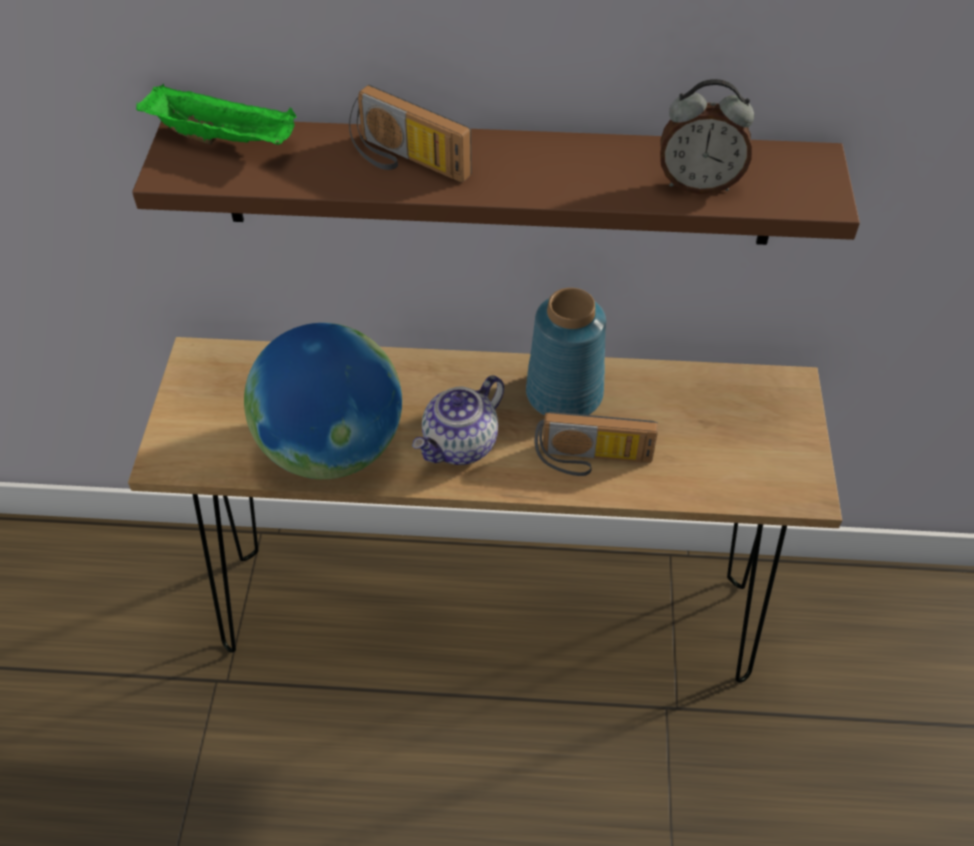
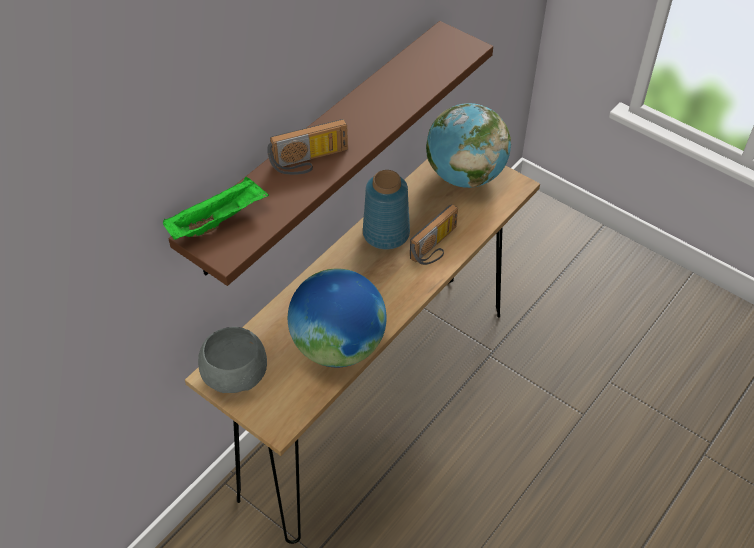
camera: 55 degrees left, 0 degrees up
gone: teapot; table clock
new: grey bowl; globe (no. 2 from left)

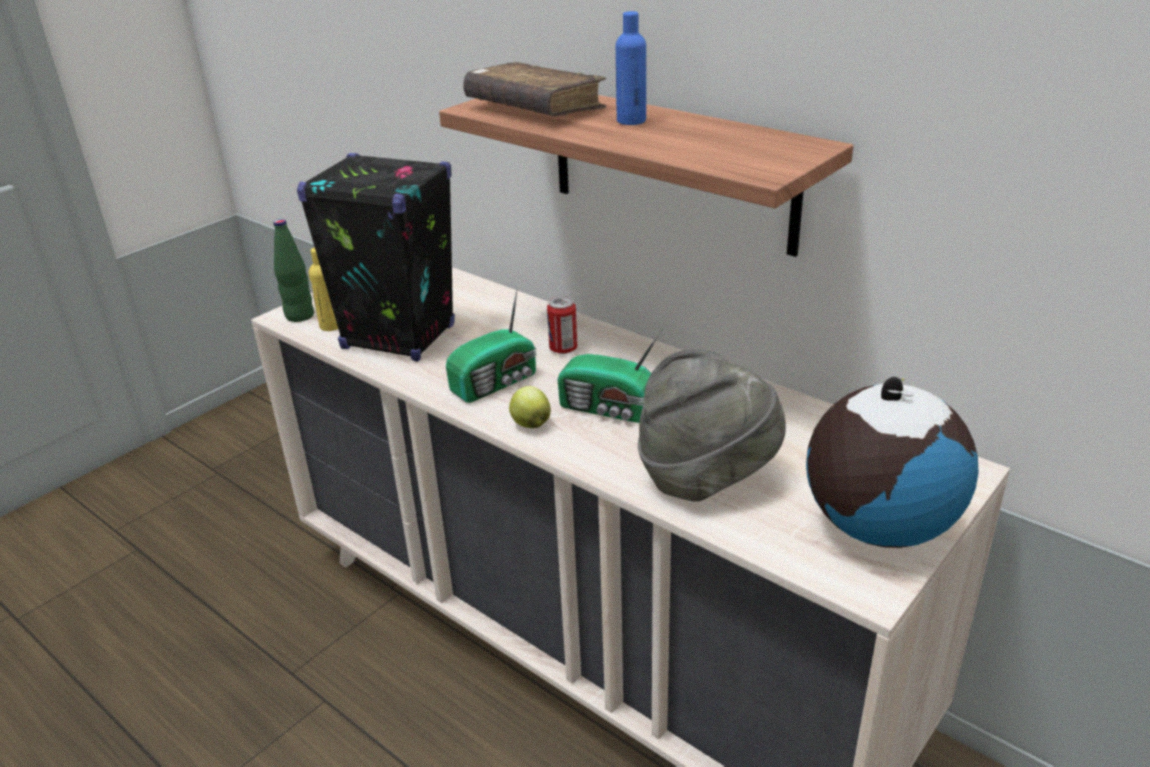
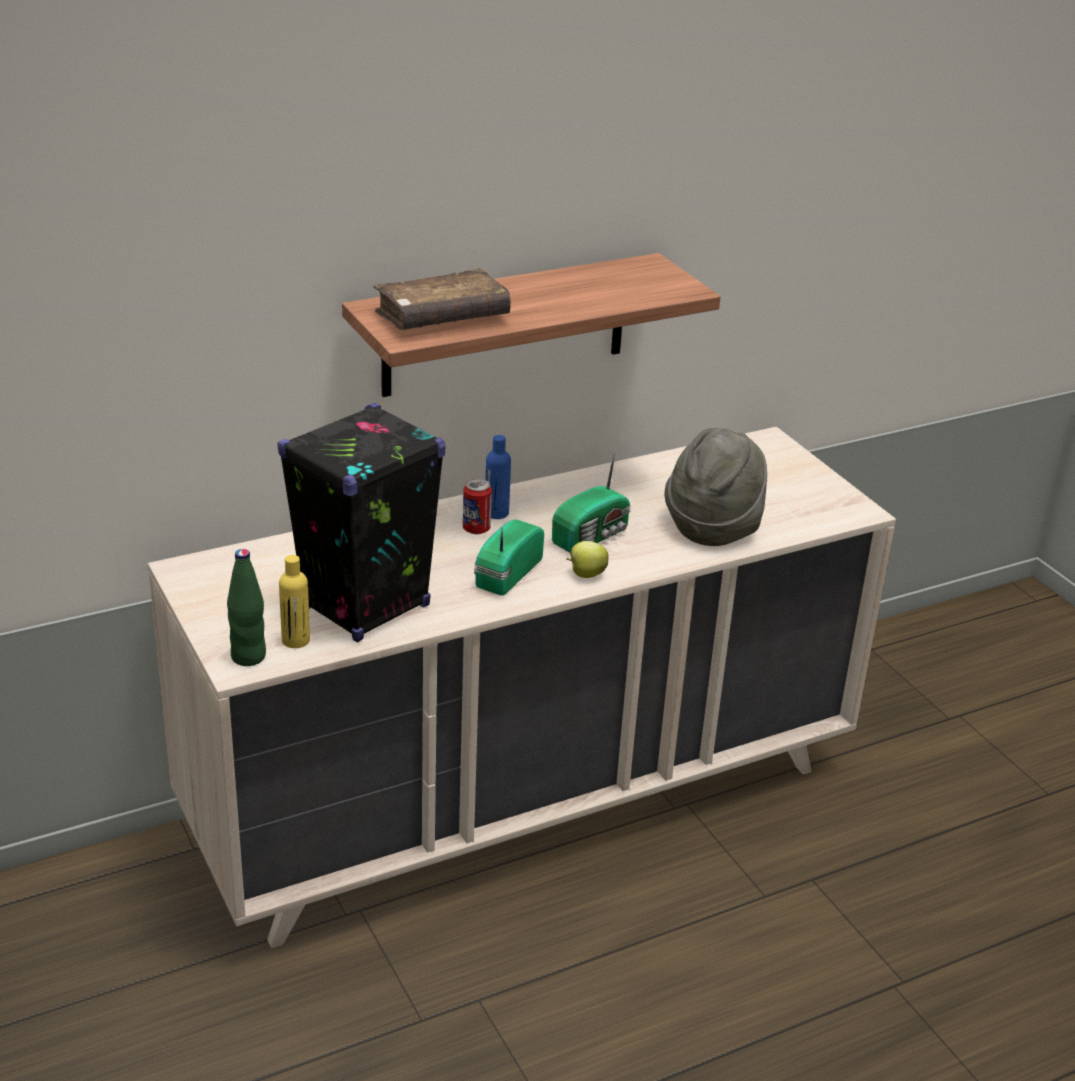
camera: 70 degrees left, 0 degrees up
gone: globe
shifted: blue drink bottle
rotated: radio (no. 1 from left) 135 degrees counterclockwise

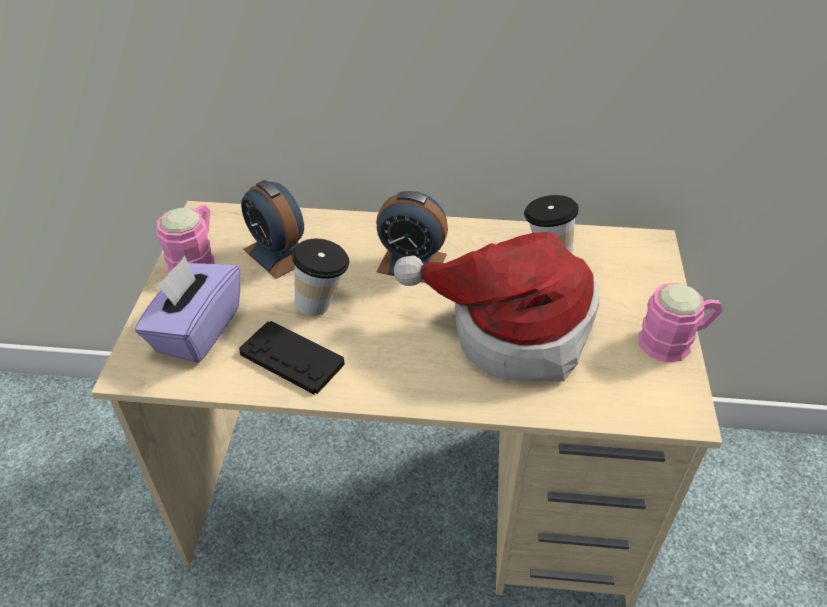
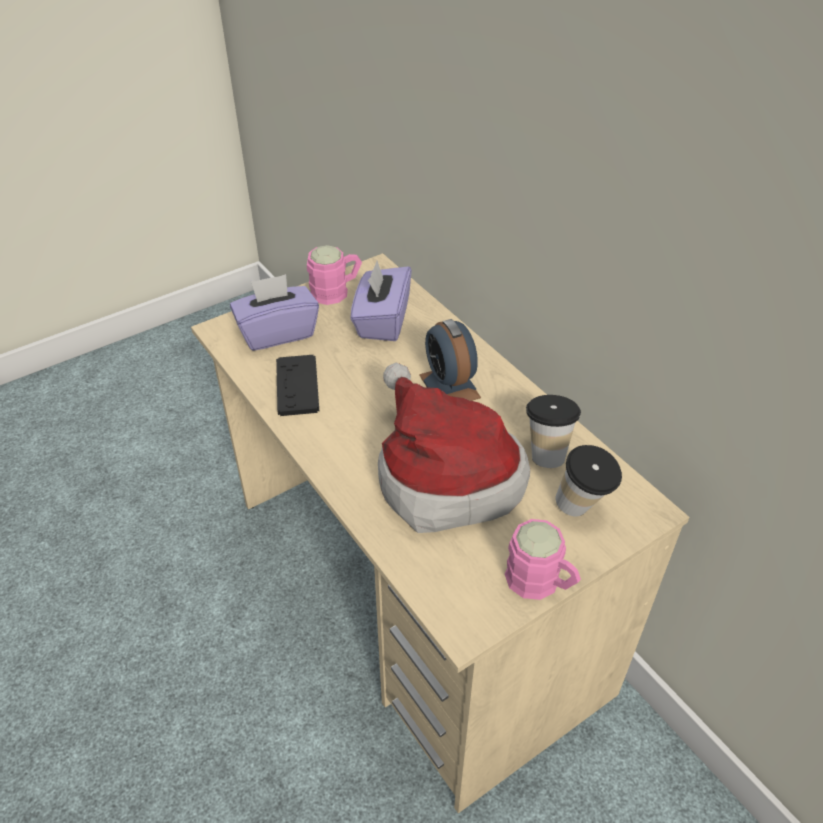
camera: 50 degrees right, 0 degrees up
shifted: drinking cup (no. 1 from left in the first image) to drinking cup (no. 2 from left)
swapped: table clock (no. 1 from left) to purple tissue holder (no. 2 from left)

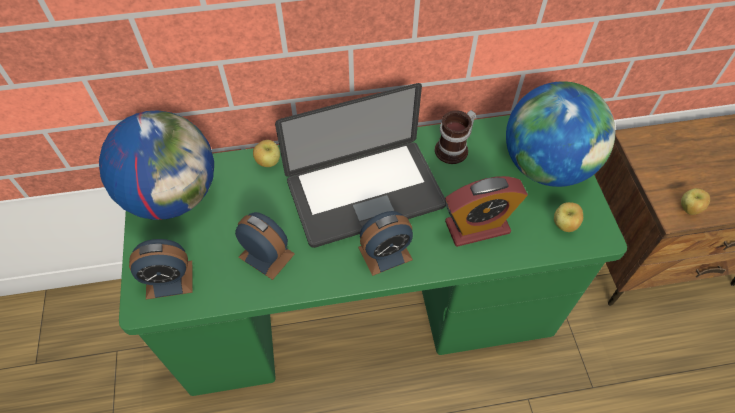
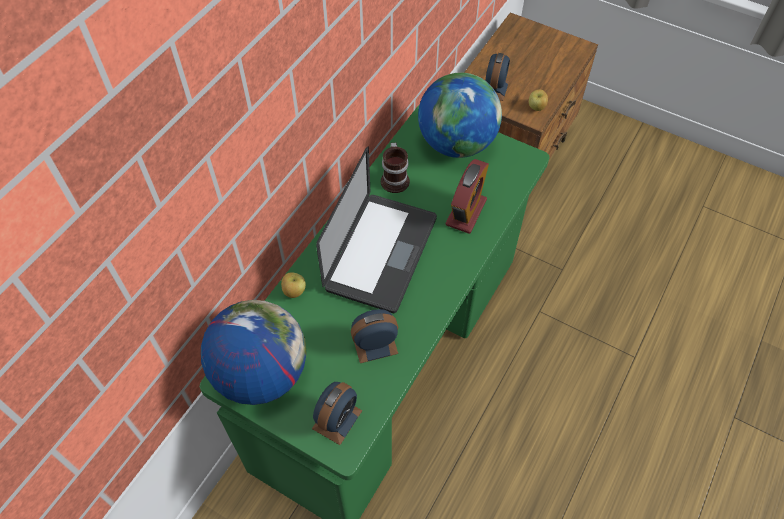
camera: 50 degrees left, 0 degrees up
gone: apple (no. 2 from left)
shifted: table clock (no. 3 from left in the first image) to table clock (no. 4 from left)

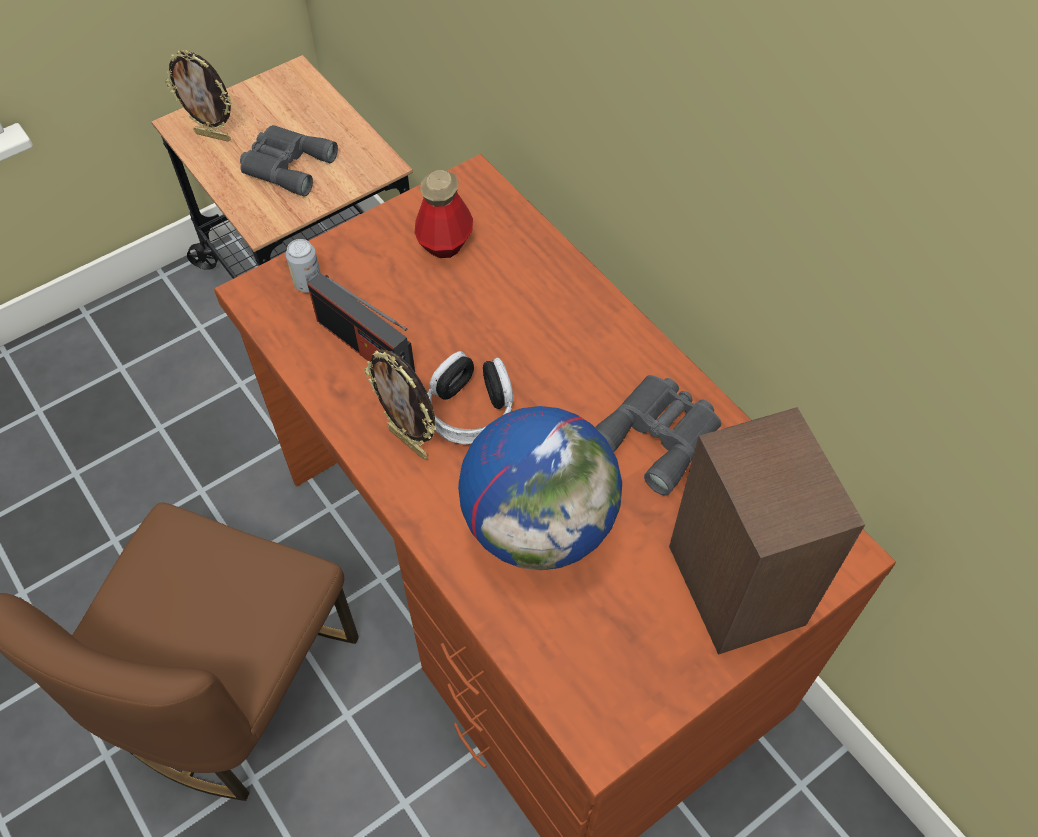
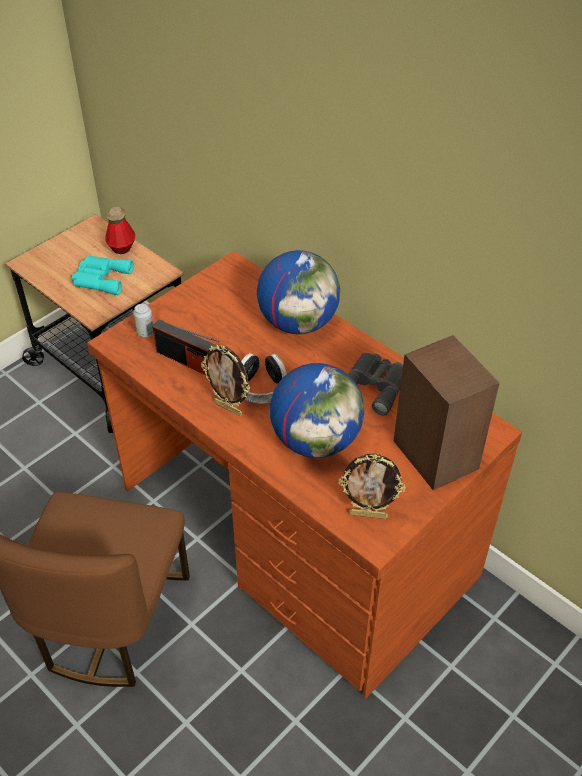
camera: 10 degrees left, 10 degrees down
new: globe (no. 1 from left)
shifted: drink bottle; picture frame (no. 1 from left in the first image) to picture frame (no. 2 from left)
repainted: grey binoculars (no. 1 from left) to turquoise binoculars

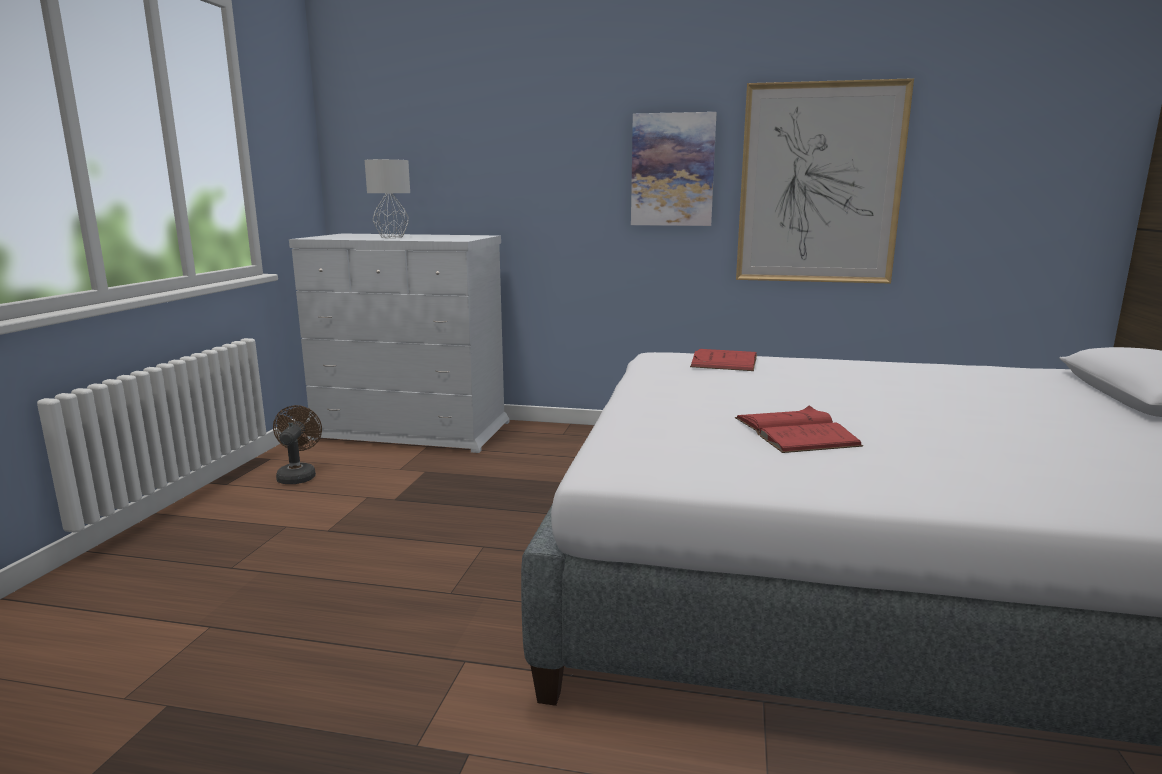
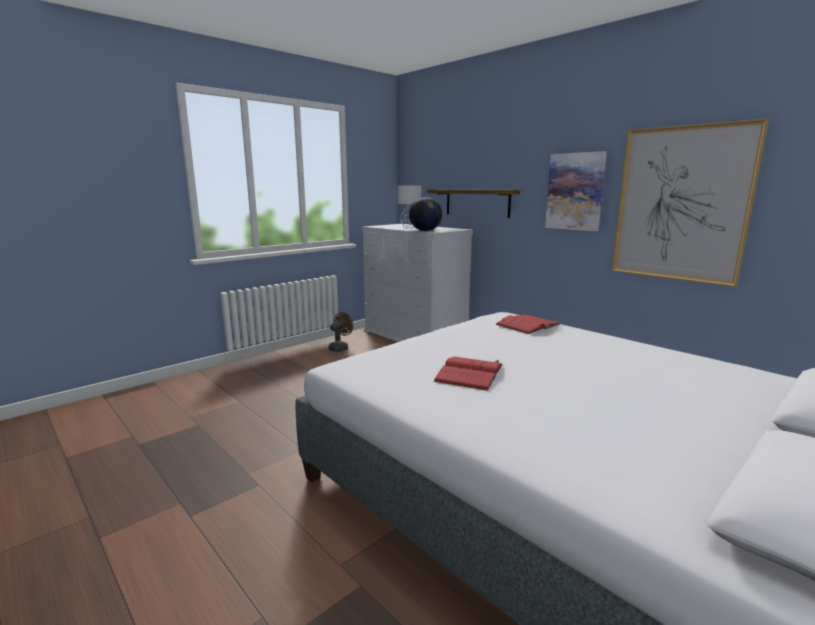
camera: 35 degrees right, 0 degrees up
new: globe; bracket shelf

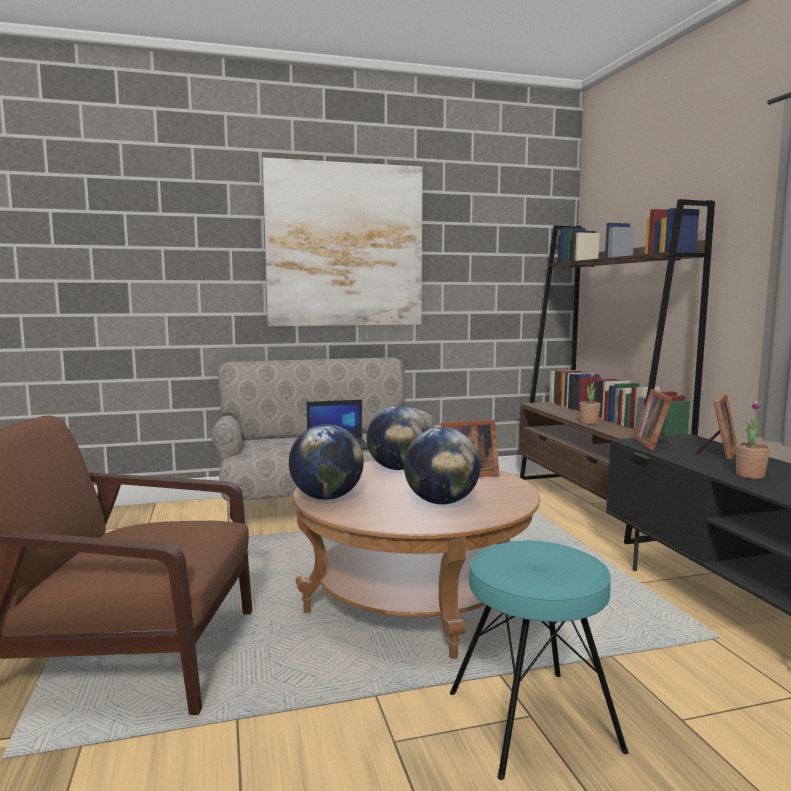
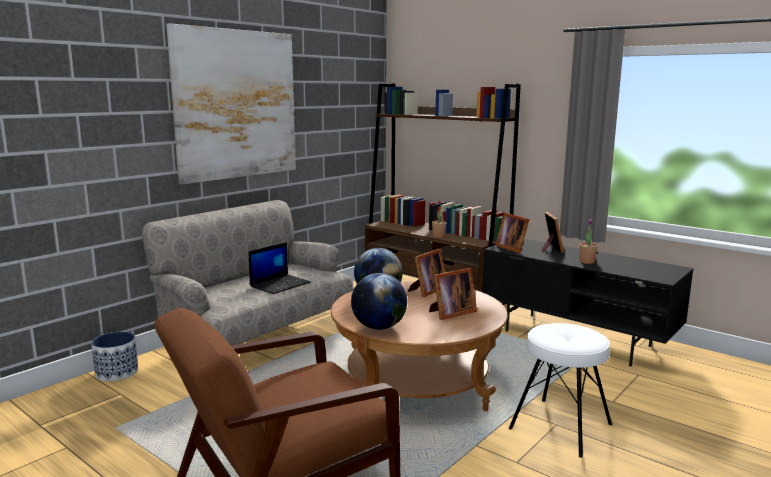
camera: 35 degrees left, 5 degrees up
new: plant pot
swapped: globe (no. 3 from left) to picture frame (no. 2 from left)
repainted: turquoise stool to white stool

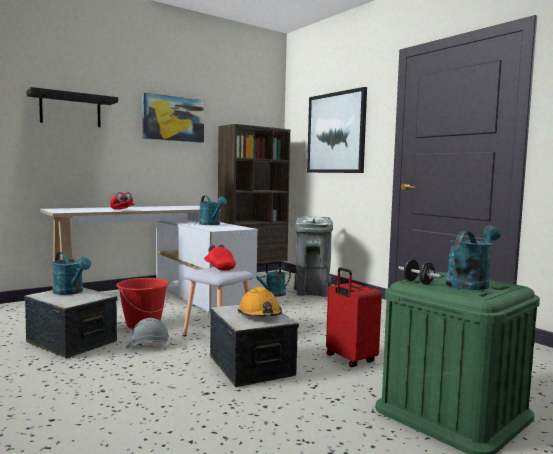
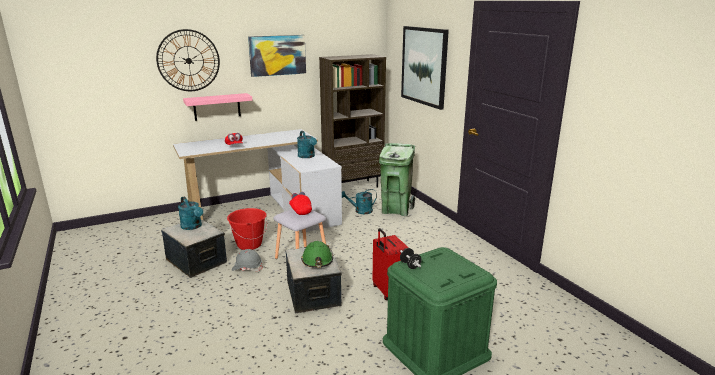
camera: 10 degrees right, 15 degrees up
gone: turquoise sprinkling can (no. 4 from left)
new: pink bracket shelf
swapped: blackish bracket shelf to wall clock
repainted: orange safety helmet to green-coloured safety helmet; grey waste bin to green-coloured waste bin

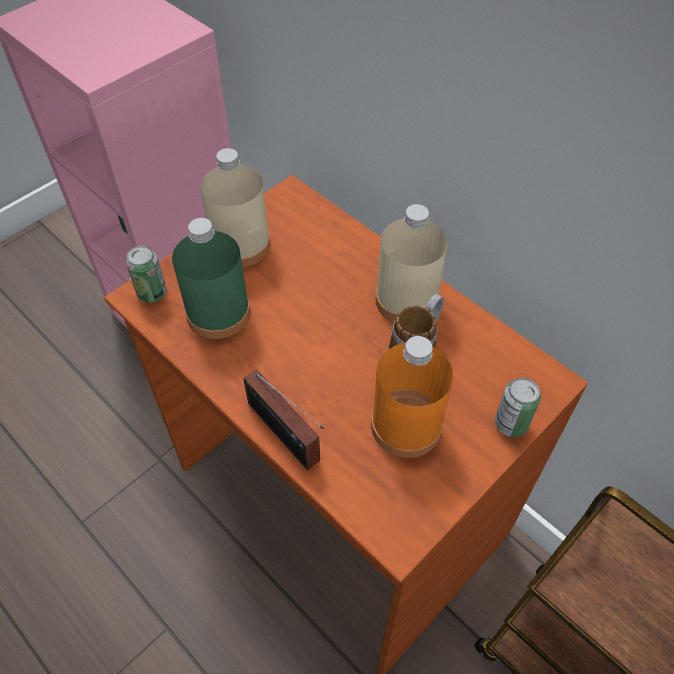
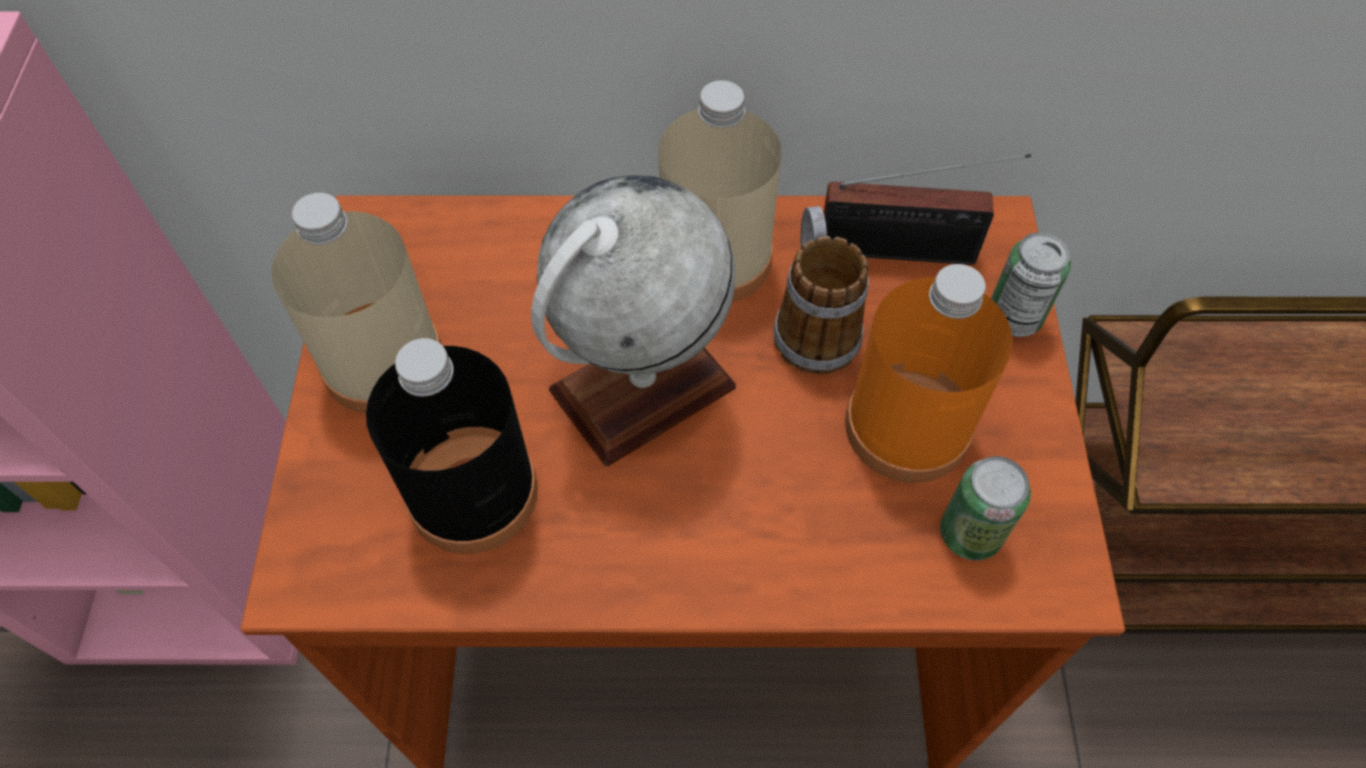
camera: 45 degrees left, 5 degrees up
new: globe
shifted: radio; sealed can (no. 1 from left)
repainted: green-coloured drink bottle to blackish drink bottle

